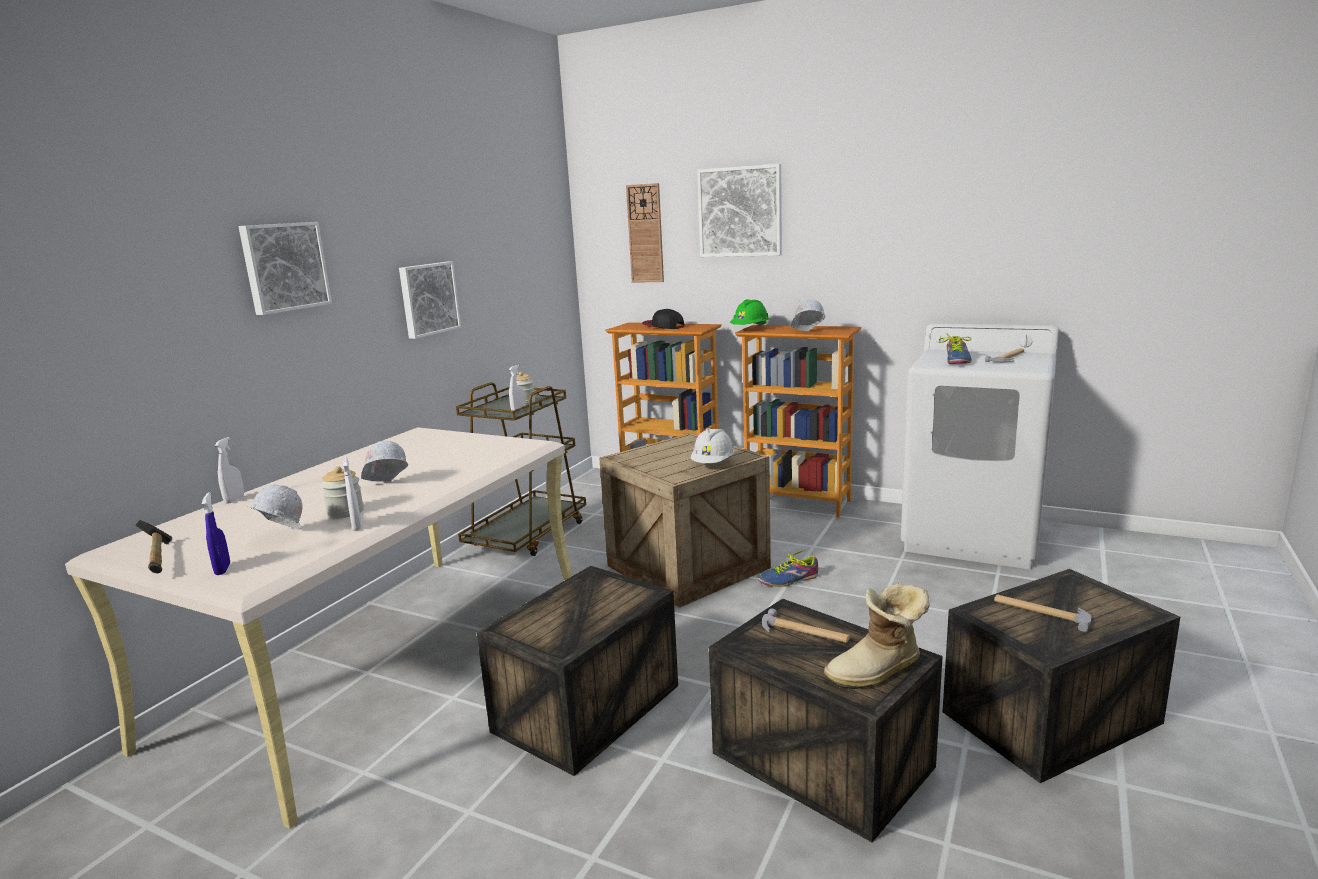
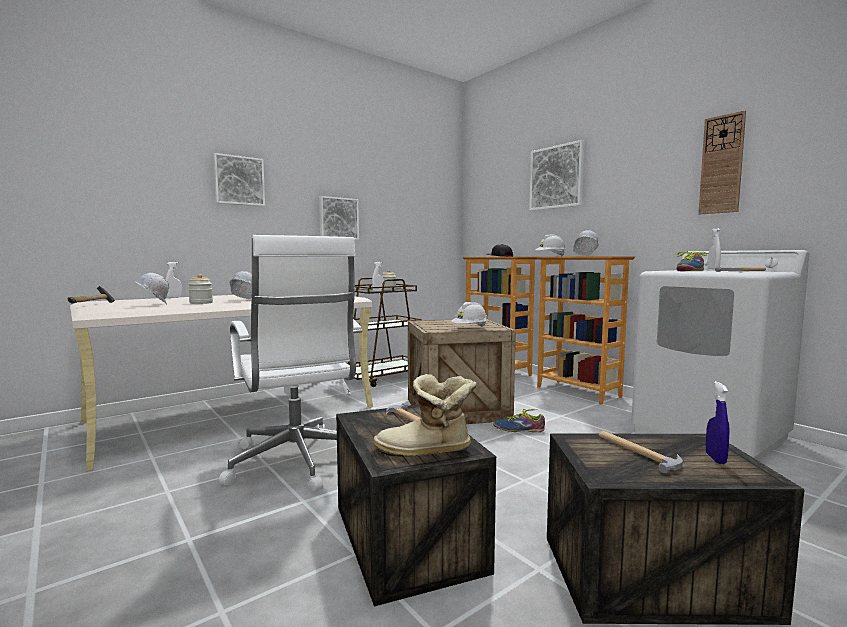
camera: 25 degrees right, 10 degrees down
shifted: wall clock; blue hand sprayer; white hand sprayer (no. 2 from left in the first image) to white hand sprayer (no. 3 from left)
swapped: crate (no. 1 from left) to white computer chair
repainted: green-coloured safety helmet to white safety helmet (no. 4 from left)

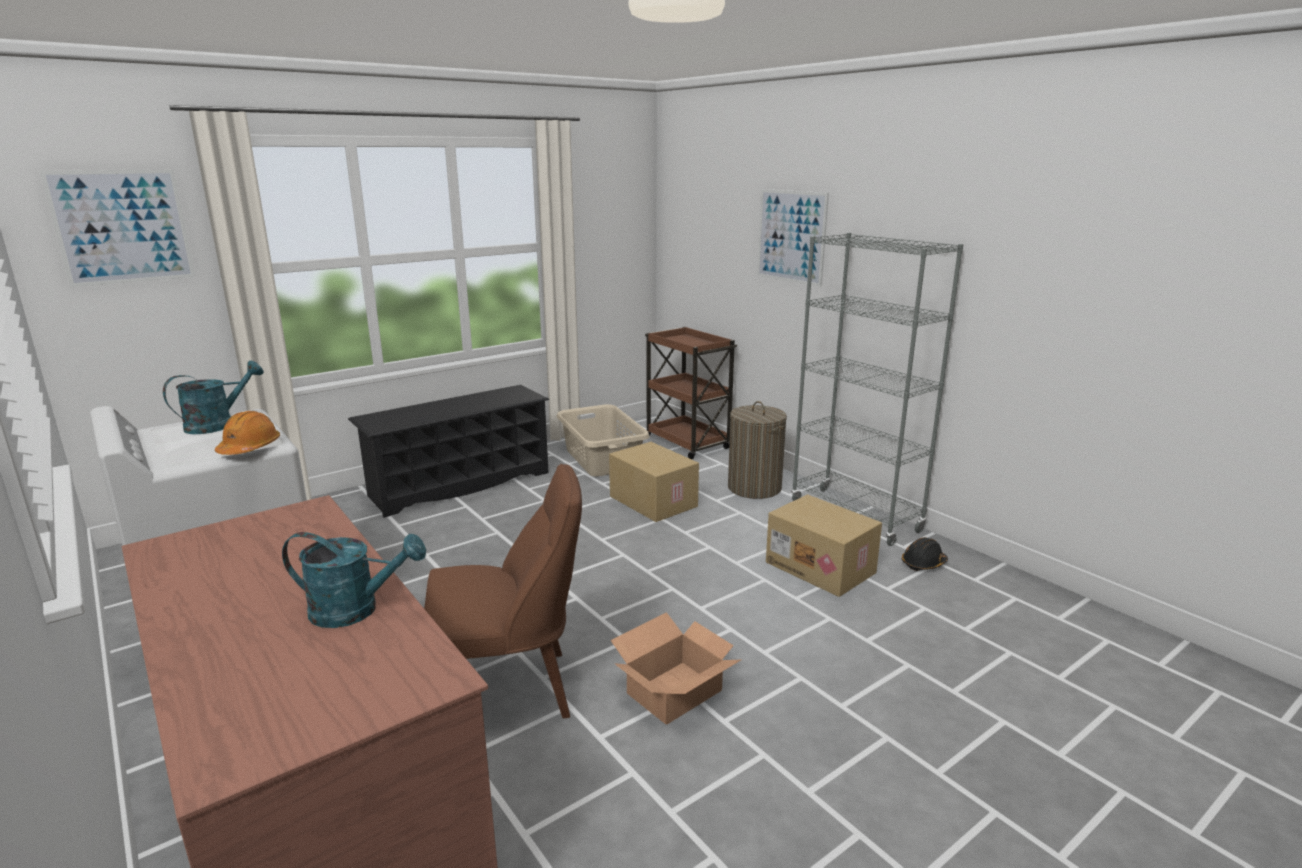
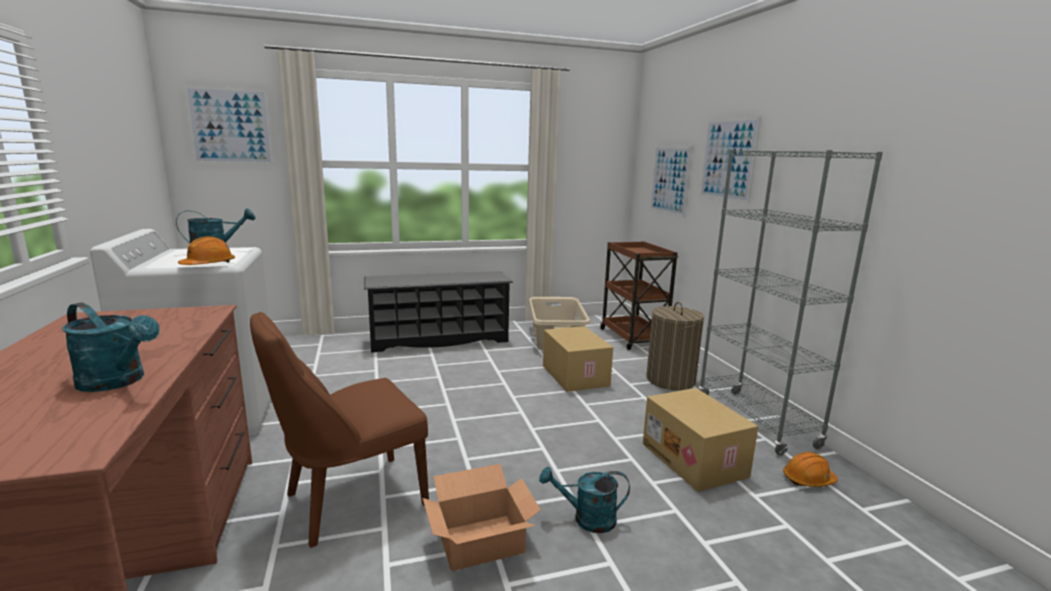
camera: 20 degrees right, 5 degrees down
new: turquoise sprinkling can (no. 3 from left); picture (no. 2 from left)
repainted: blackish safety helmet to orange safety helmet (no. 2 from left)
rotated: brown chair 135 degrees clockwise

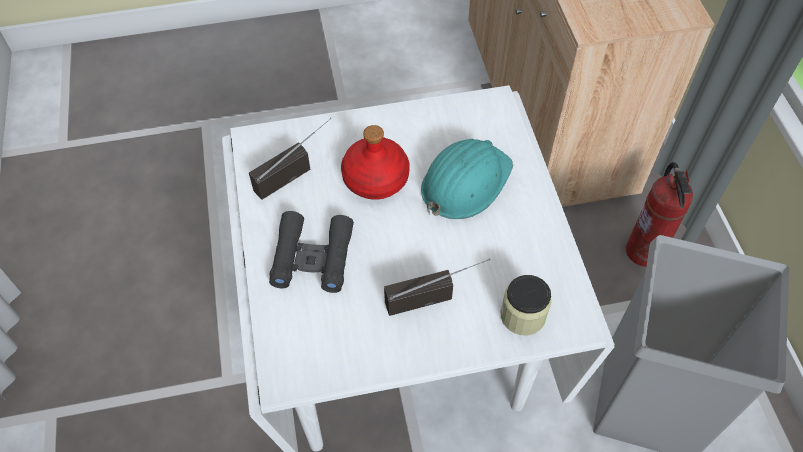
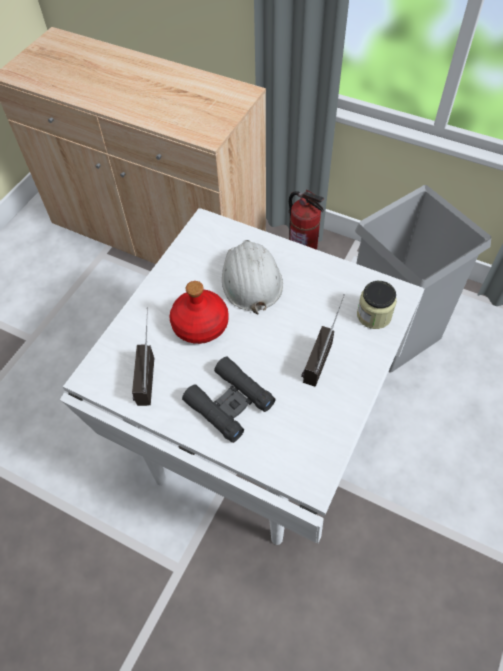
camera: 50 degrees left, 0 degrees up
repainted: turquoise safety helmet to white safety helmet

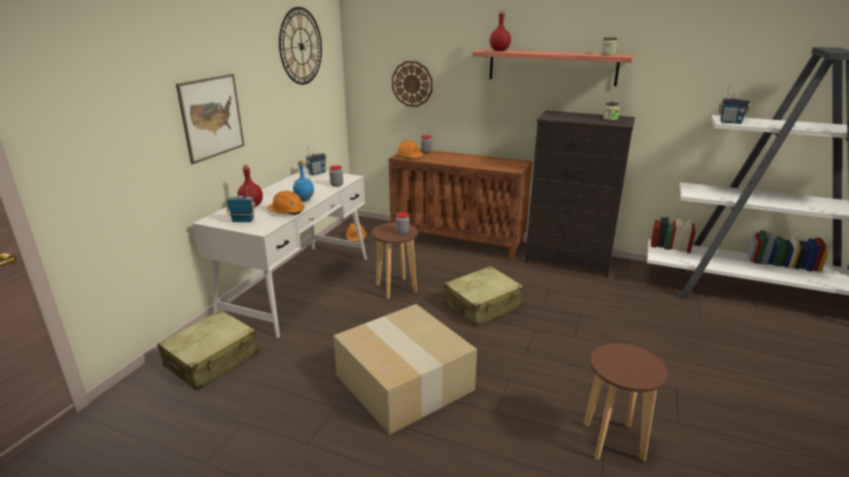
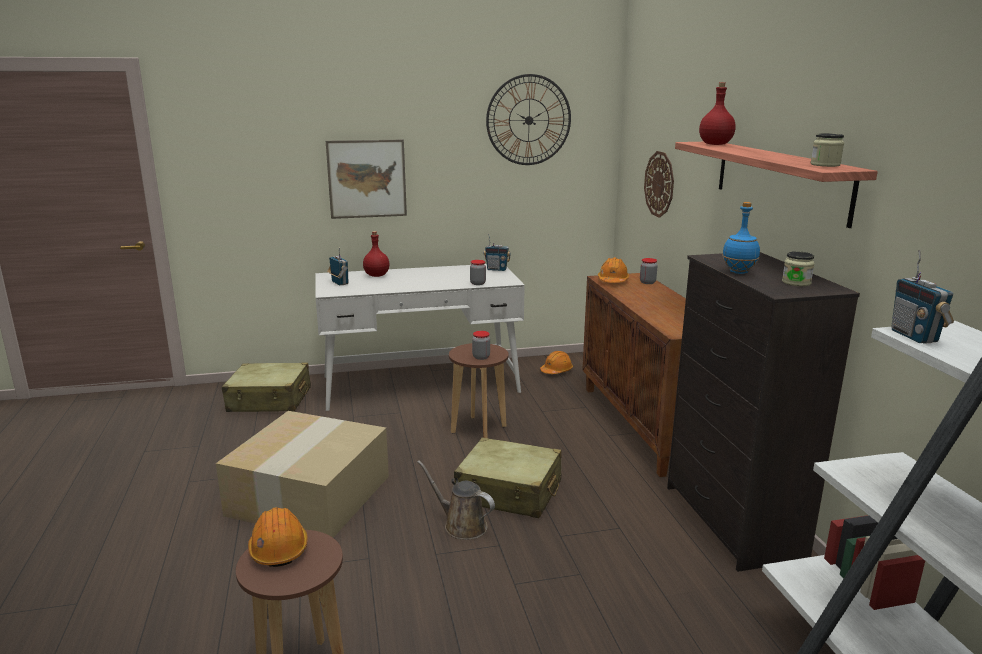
camera: 55 degrees right, 5 degrees down
new: brown sprinkling can
shifted: orange safety helmet (no. 1 from left); blue drink bottle

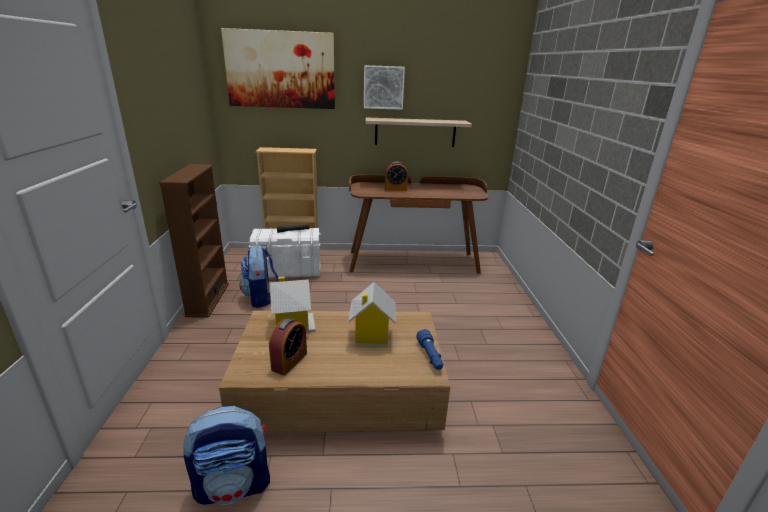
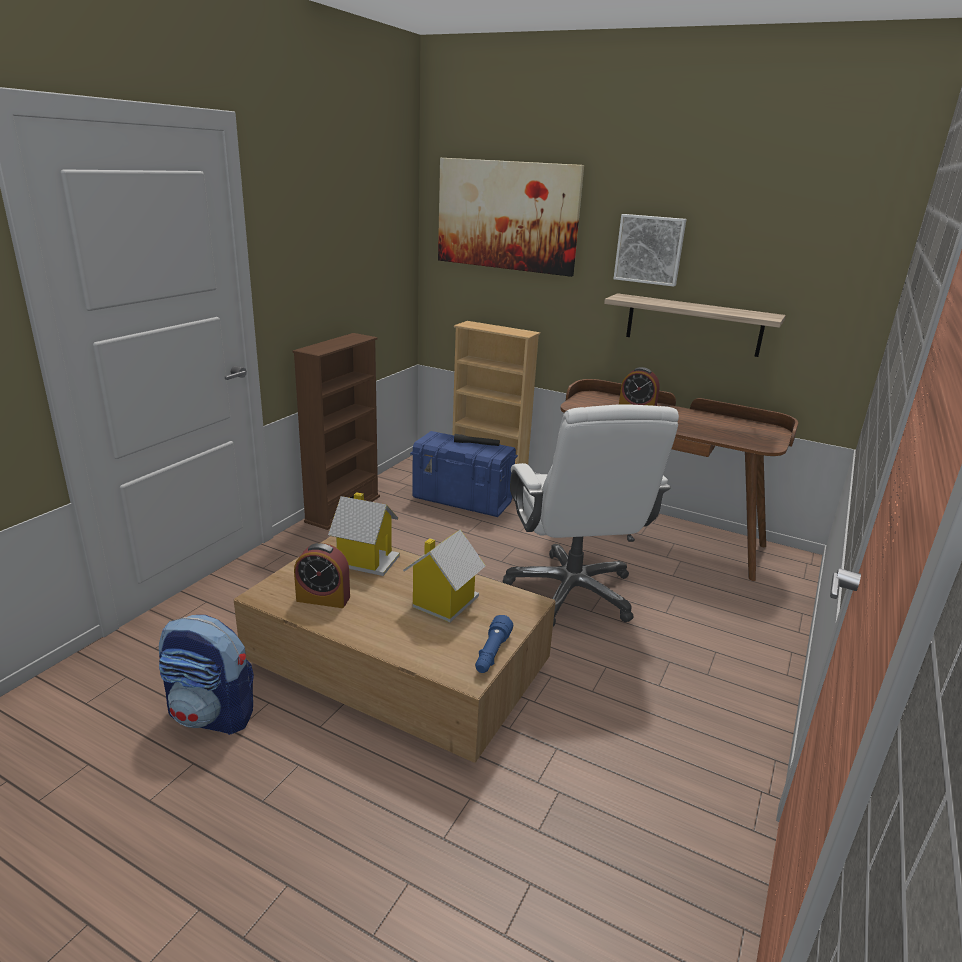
camera: 30 degrees right, 0 degrees up
gone: knapsack (no. 2 from left)
new: white computer chair
repainted: white storage bin to blue storage bin
rotated: table clock (no. 1 from left) 45 degrees clockwise

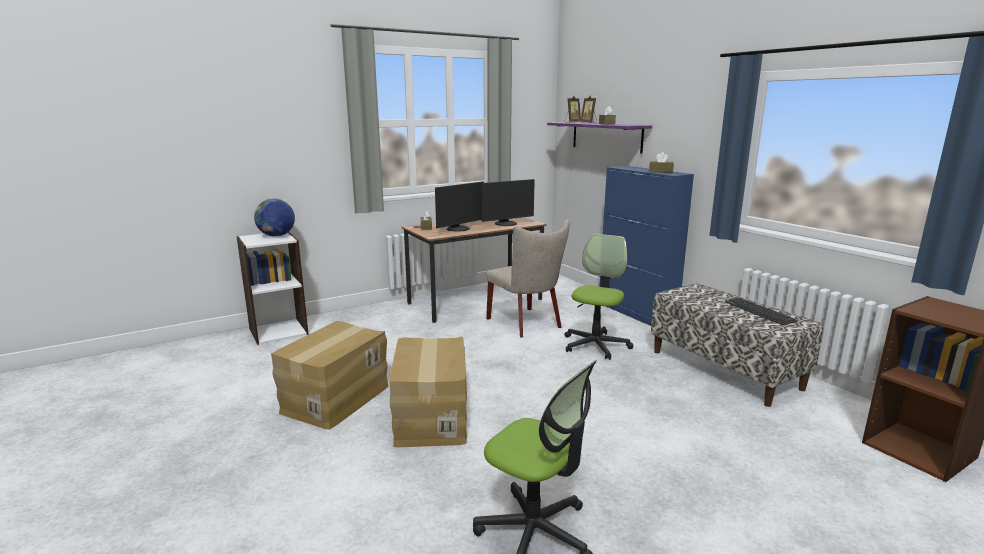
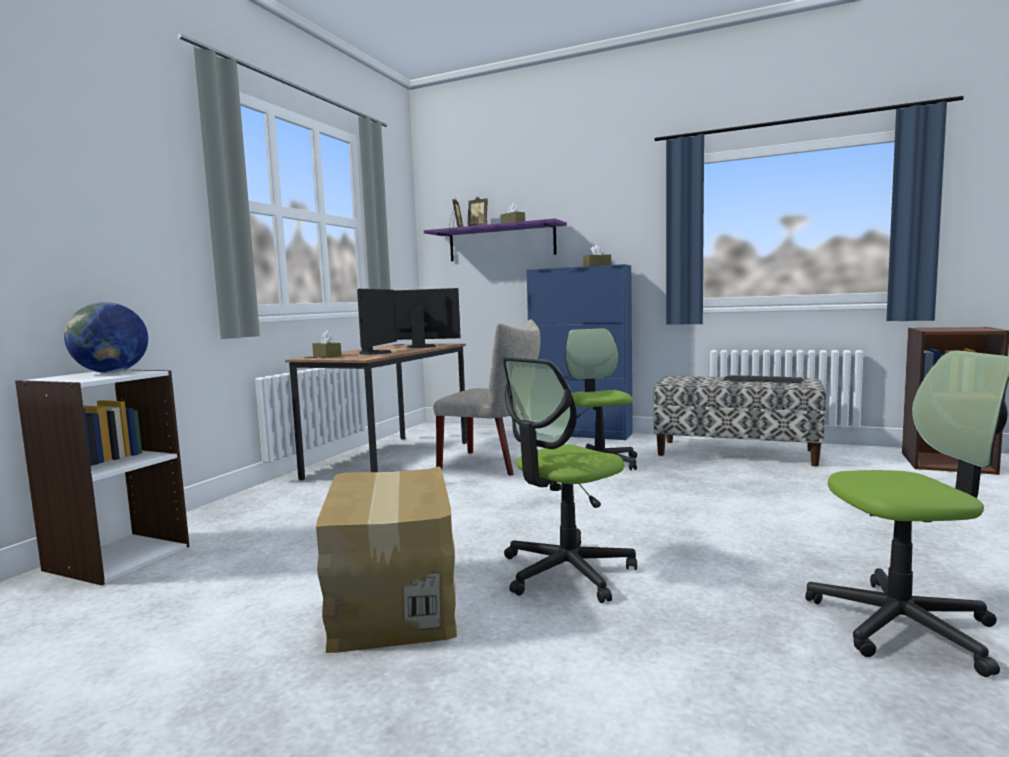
camera: 35 degrees left, 10 degrees down
swapped: carton (no. 2 from left) to computer chair (no. 1 from left)
rotated: monitor (no. 2 from left) 105 degrees counterclockwise

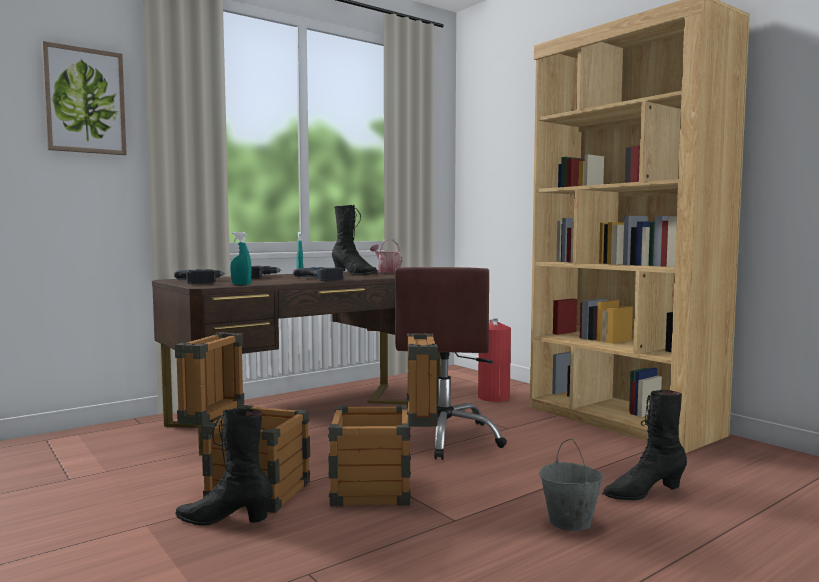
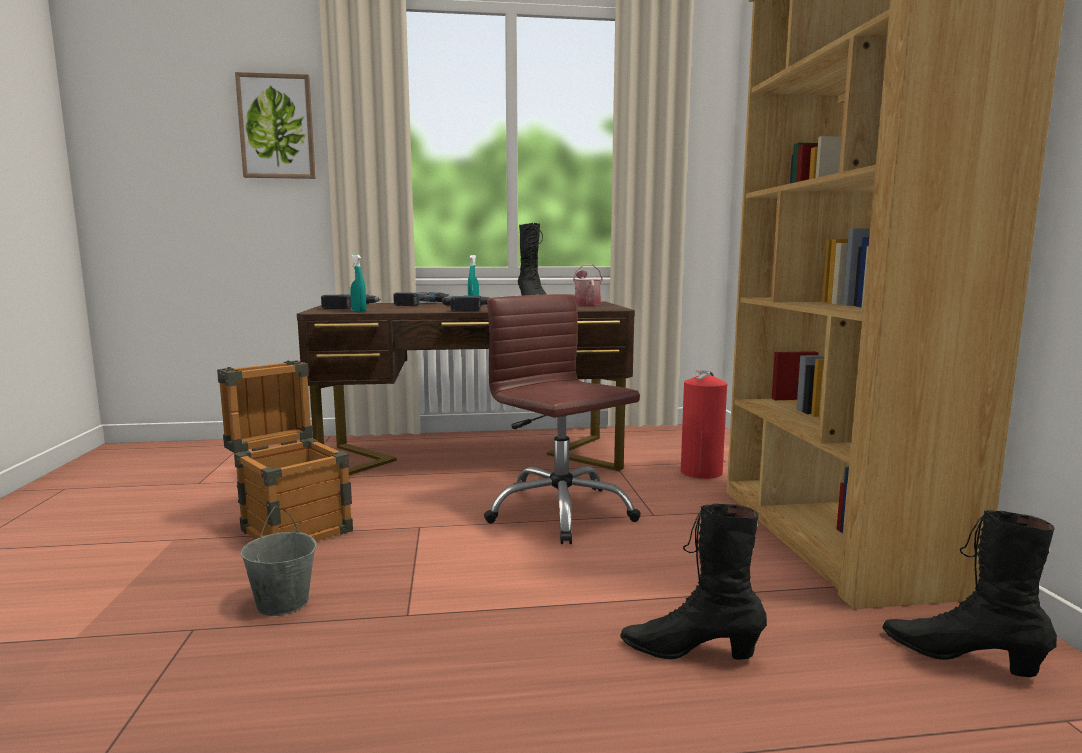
camera: 30 degrees right, 5 degrees up
gone: crate (no. 2 from left)
shifted: grey water bucket; blackish tall boot (no. 1 from left in the first image) to blackish tall boot (no. 3 from left)
rotated: brown computer chair 105 degrees clockwise

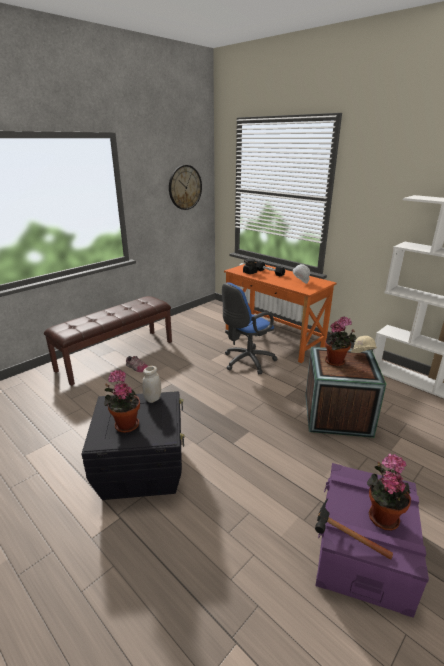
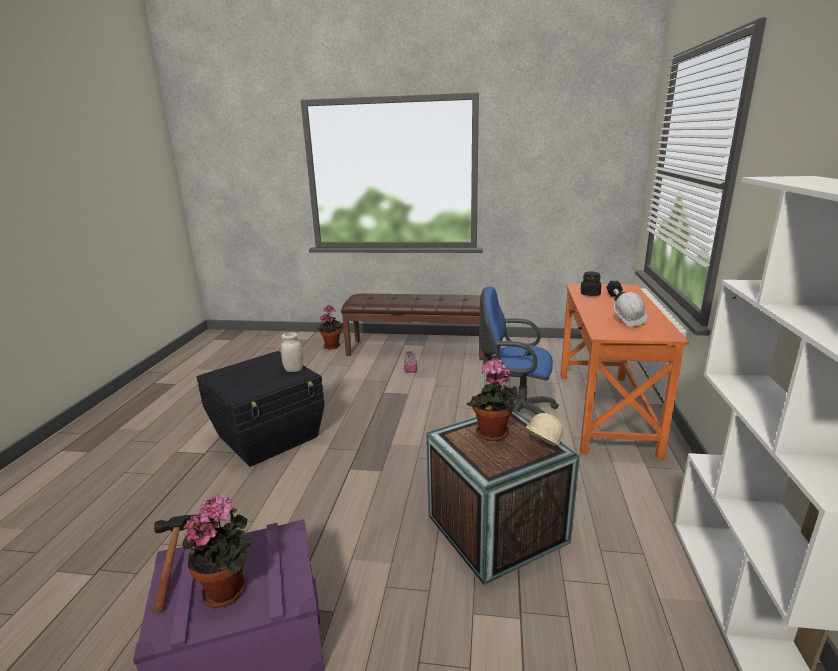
camera: 55 degrees right, 5 degrees down
gone: wall clock
shifted: potted plant (no. 1 from left in the first image) to potted plant (no. 2 from left)

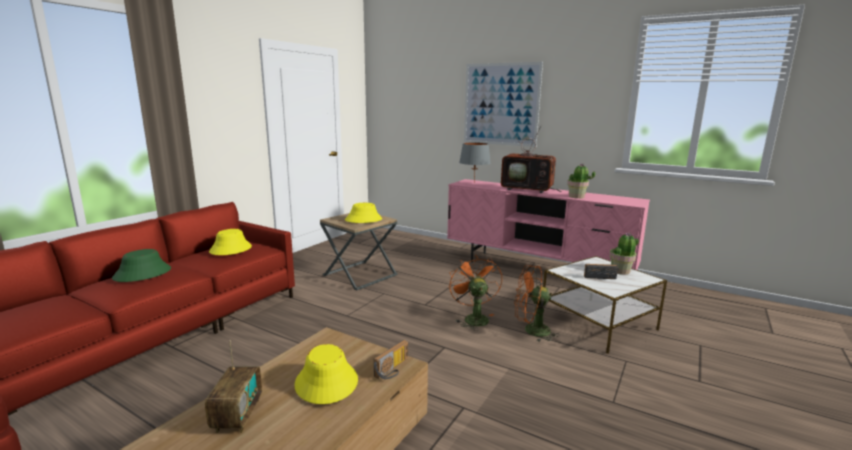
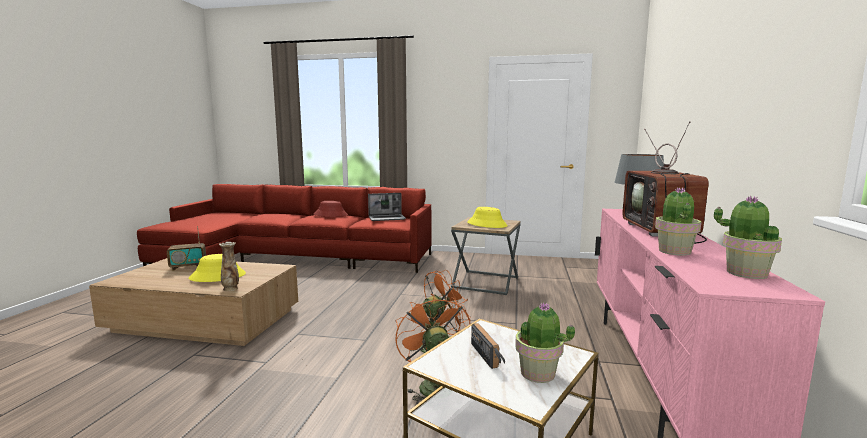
camera: 70 degrees right, 5 degrees down
gone: picture
new: potted plant (no. 3 from left)
swapped: radio (no. 2 from left) to flower vase; yellow-coloured hat (no. 1 from left) to laptop
repainted: green-coloured hat to red-coloured hat

